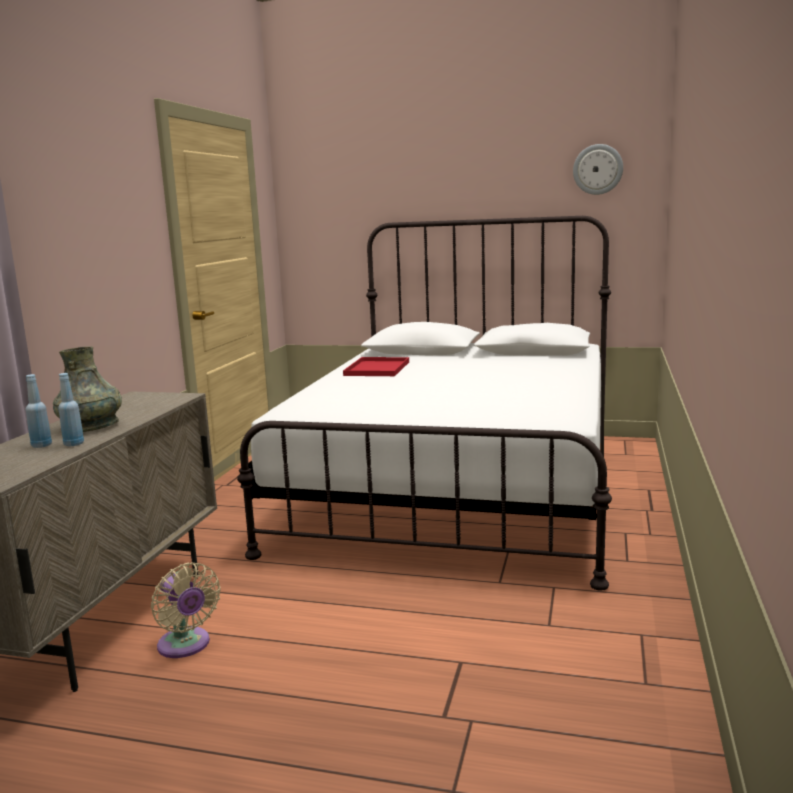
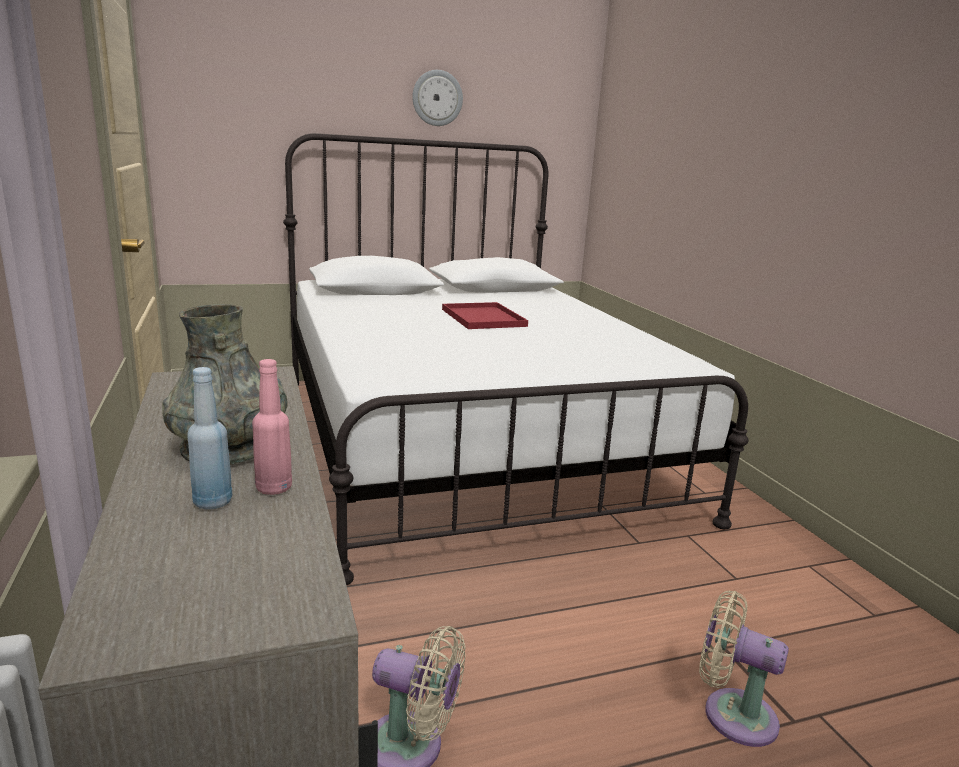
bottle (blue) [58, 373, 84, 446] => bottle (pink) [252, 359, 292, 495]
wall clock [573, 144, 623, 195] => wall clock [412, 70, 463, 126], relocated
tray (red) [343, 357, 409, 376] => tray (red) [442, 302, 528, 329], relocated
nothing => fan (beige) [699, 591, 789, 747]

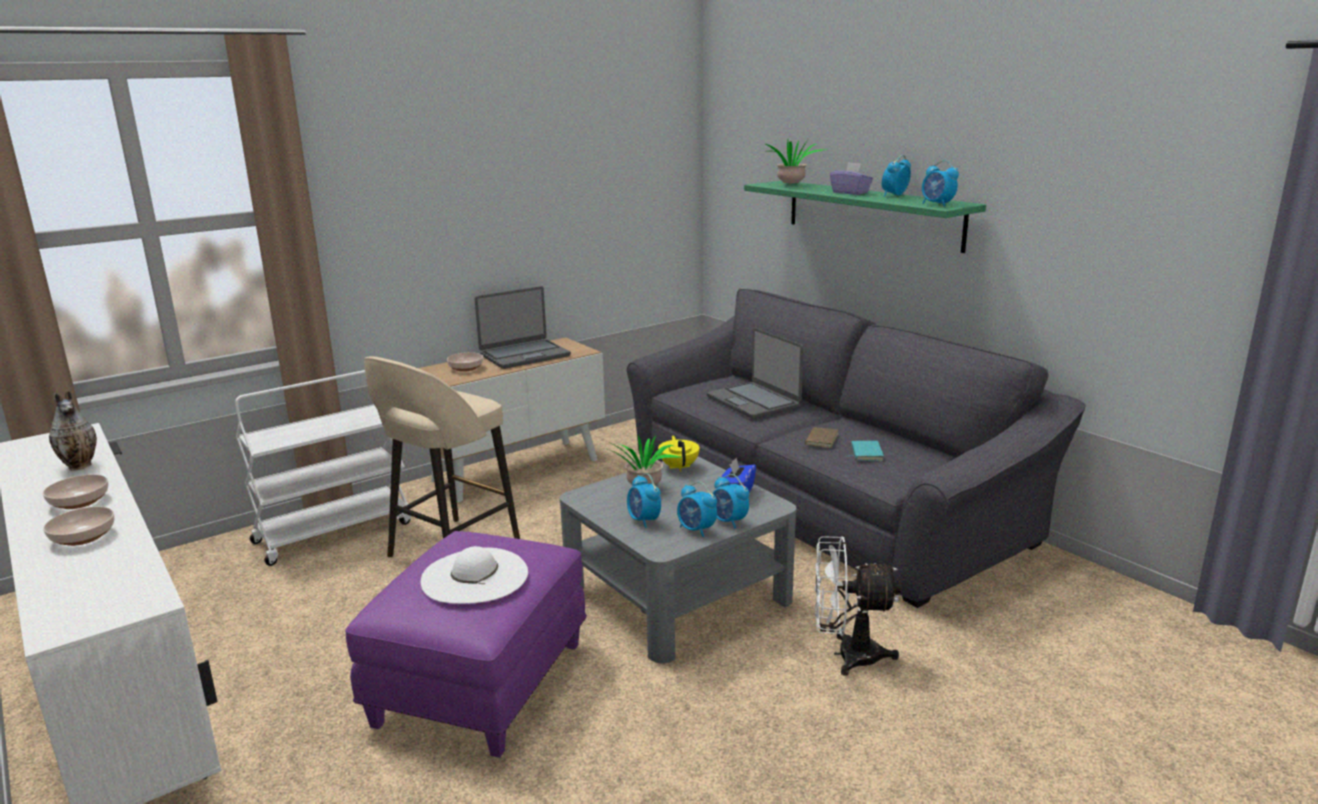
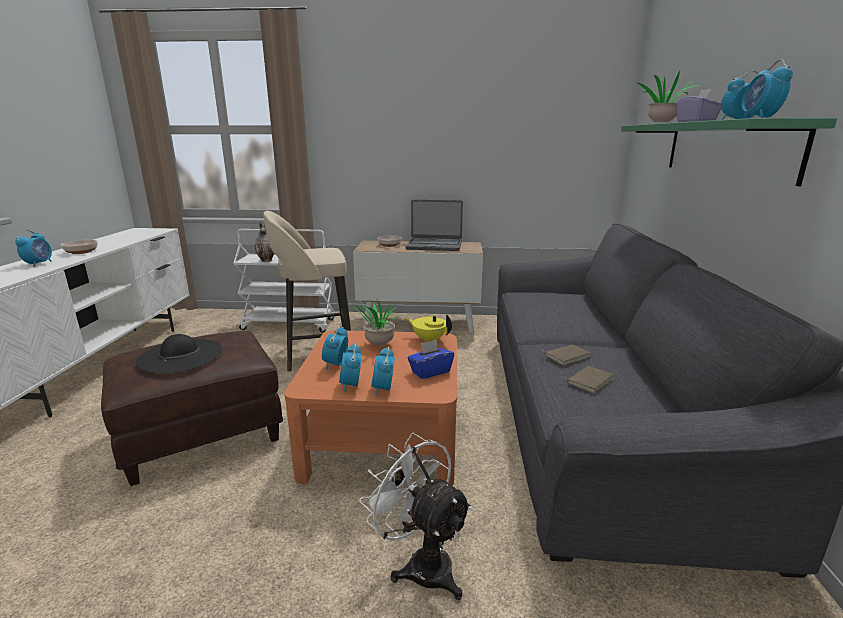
bowl [43, 507, 115, 546] => alarm clock [15, 230, 52, 267]
ottoman (purple) [345, 531, 587, 758] => ottoman (brown) [101, 331, 283, 486]
hat (white) [421, 546, 528, 604] => hat (black) [135, 334, 222, 374]
vase [49, 391, 97, 470] => vase [255, 223, 274, 262], relocated
coffee table (grey) [559, 457, 797, 664] => coffee table (orange) [284, 330, 457, 486]
teapot (yellow) [658, 435, 700, 471] => teapot (yellow) [406, 315, 452, 342], 90 degrees counterclockwise
book (turquoise) [852, 441, 884, 461] => book (brown) [559, 366, 613, 394]
laptop [707, 328, 804, 419] => nothing

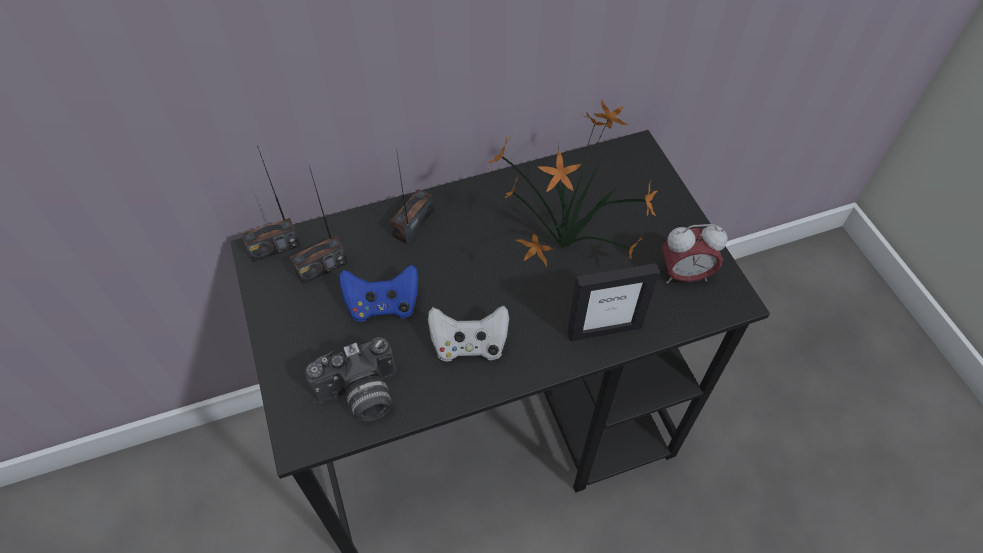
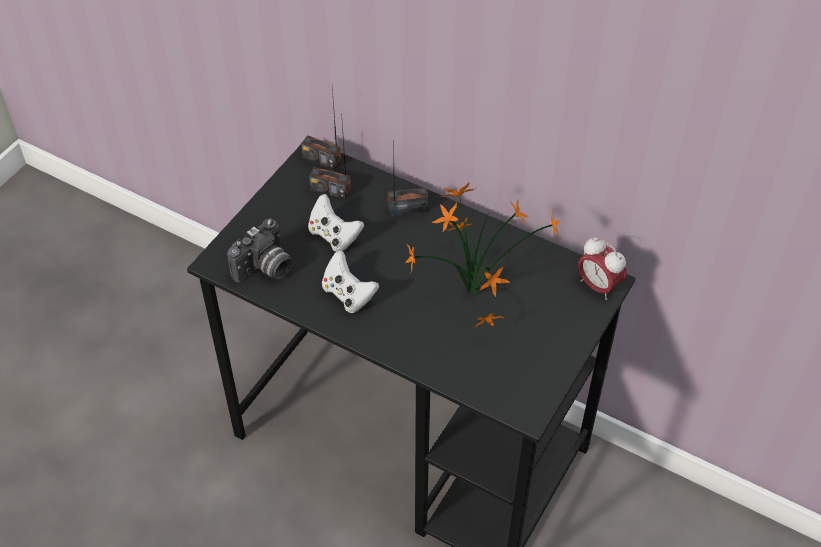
photo camera [305, 337, 396, 421] => photo camera [227, 218, 292, 283], 75 degrees counterclockwise
game controller (blue) [339, 264, 418, 322] => game controller (white) [308, 194, 364, 252]
alarm clock [662, 224, 728, 284] => alarm clock [578, 237, 626, 300], relocated
picture frame [567, 263, 660, 341] => nothing

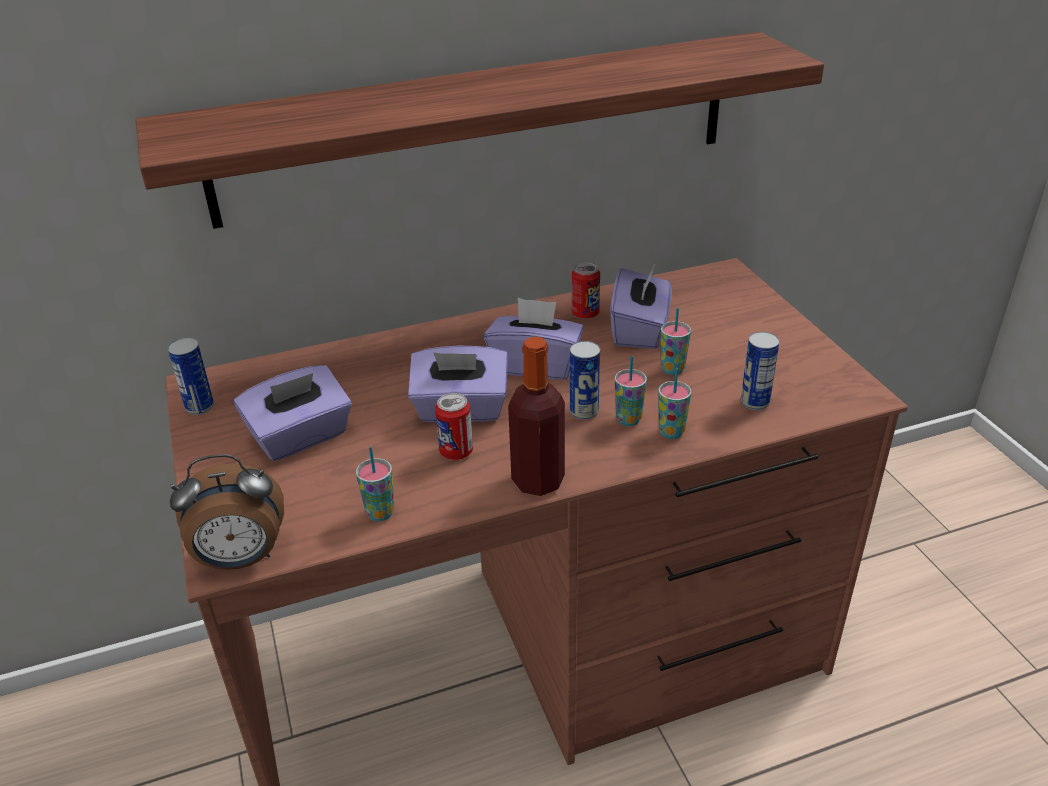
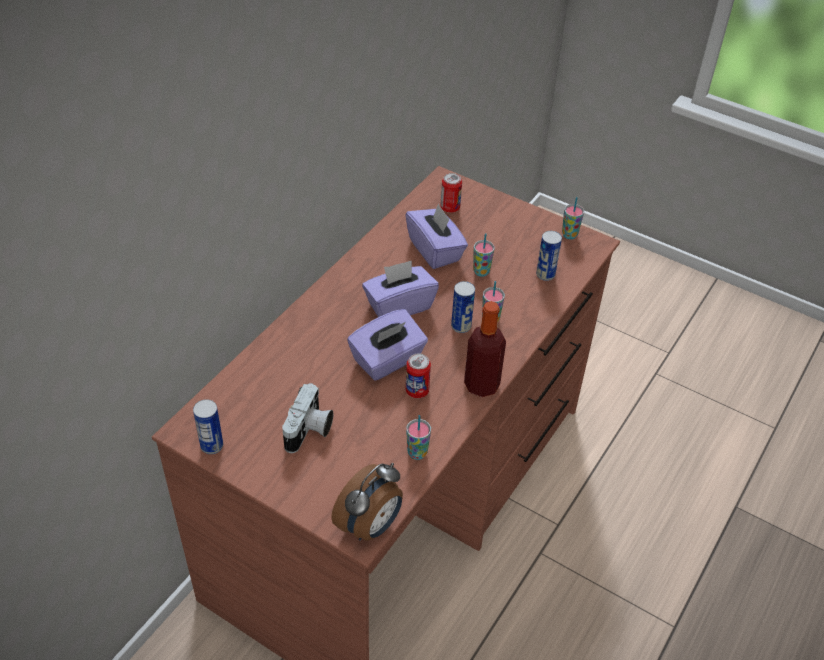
tissue box (purple) [234, 365, 352, 461] => photo camera [282, 383, 334, 453]
can [572, 263, 600, 319] => can [440, 173, 462, 213], relocated
cup [658, 368, 692, 439] => cup [562, 197, 584, 239], relocated
shelf [136, 32, 824, 229] => nothing

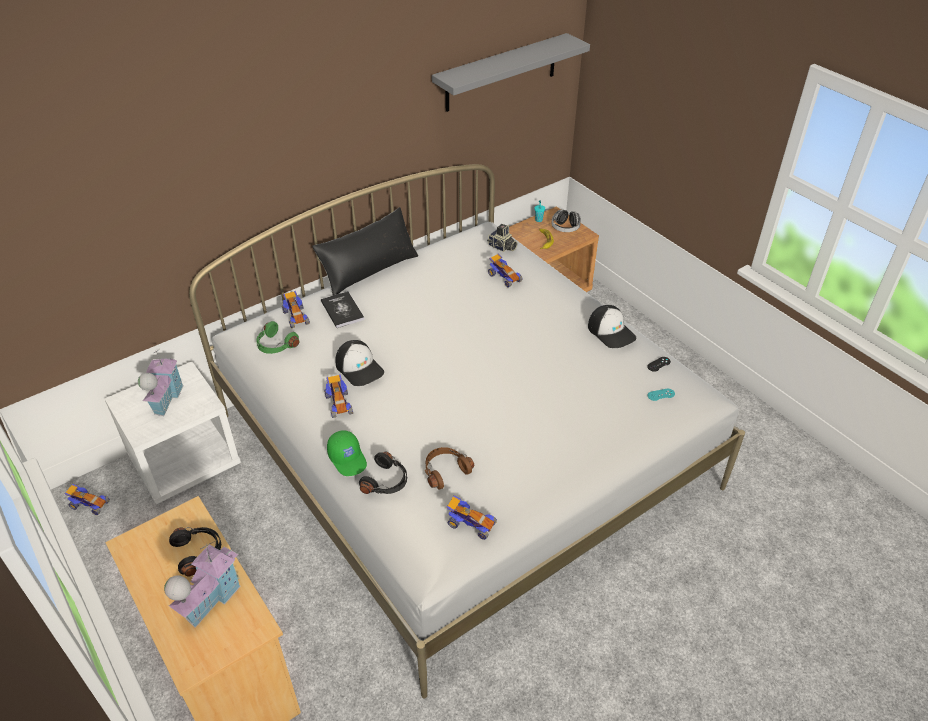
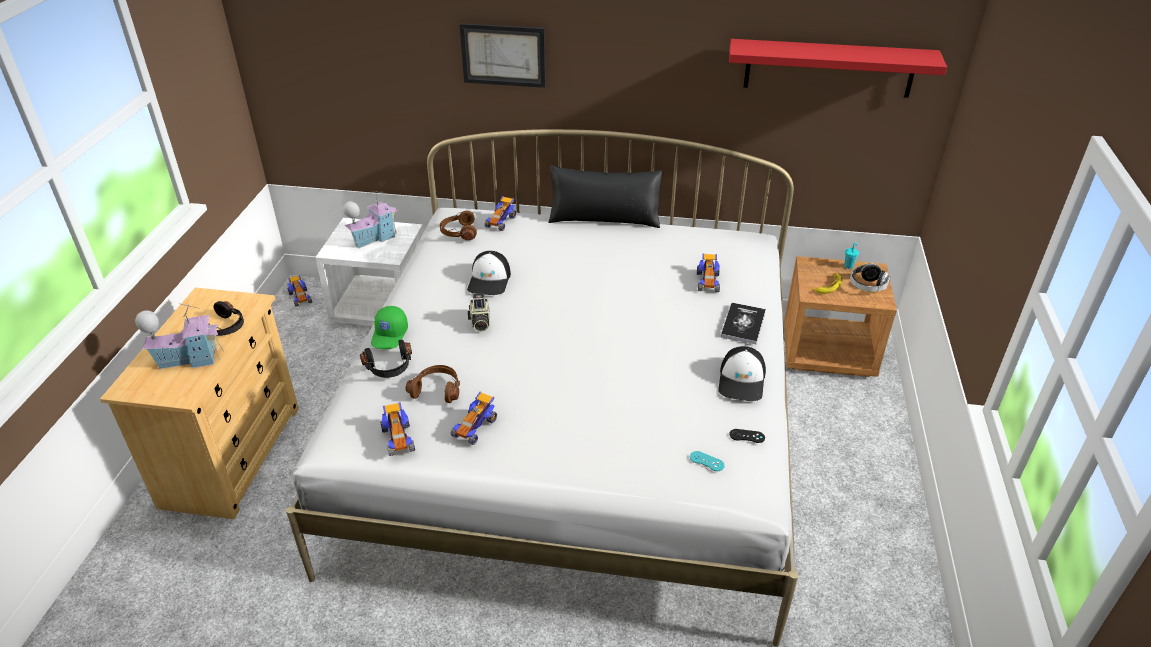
headphones (green) [256, 321, 299, 354] => headphones (brown) [440, 211, 477, 240]
toy car [324, 374, 353, 418] => toy car [451, 392, 497, 445], relocated
nothing => picture [459, 23, 546, 88]
photo camera [487, 224, 517, 252] => photo camera [468, 293, 490, 332], relocated
book [321, 291, 364, 328] => book [721, 303, 766, 344], relocated
shelf (grey) [432, 33, 590, 112] => shelf (red) [729, 39, 947, 98]

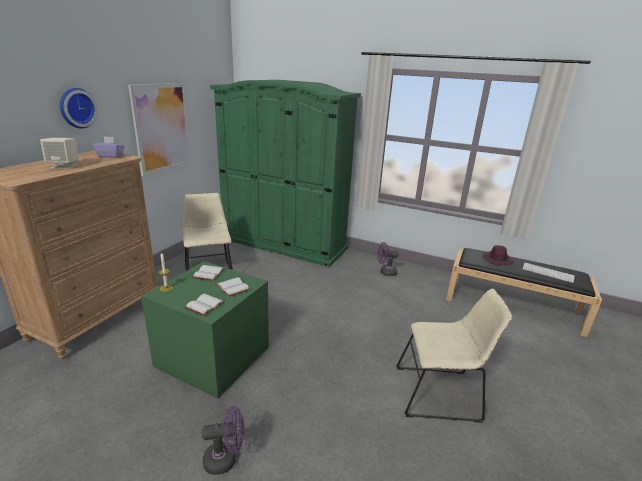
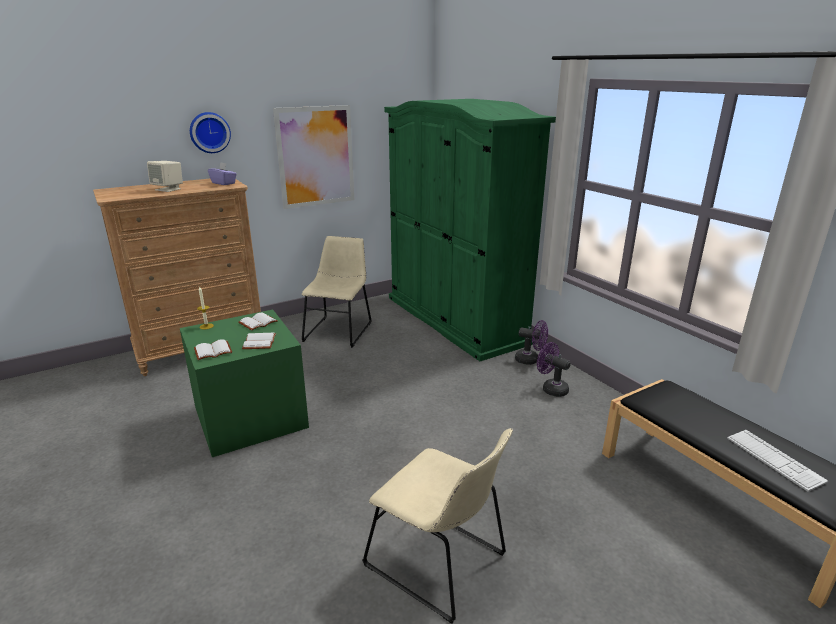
fan (purple) [202, 406, 244, 475] => fan (purple) [515, 320, 548, 365], relocated
hat (purple) [483, 245, 514, 266] => nothing

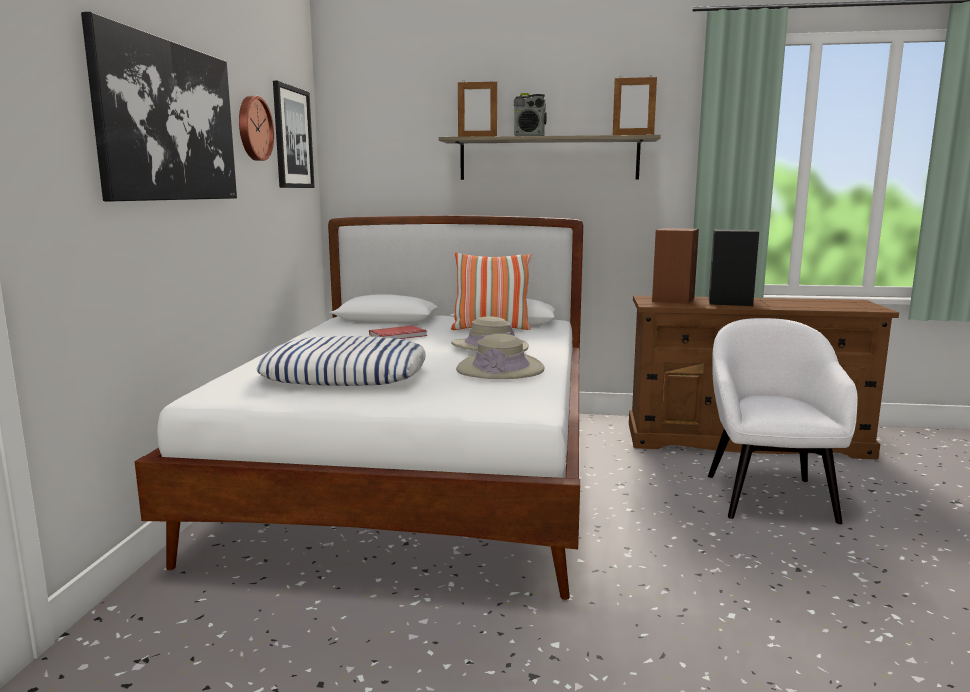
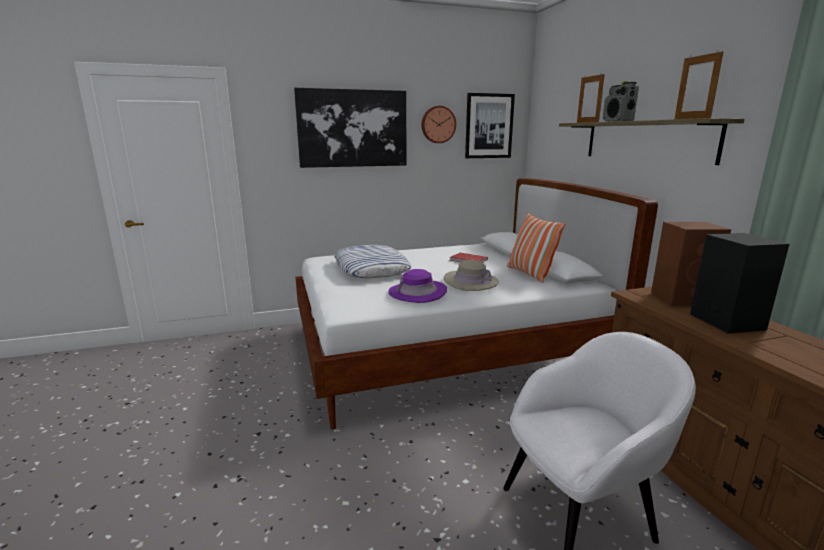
hat (beige) [456, 334, 544, 379] => hat (purple) [388, 269, 447, 303]

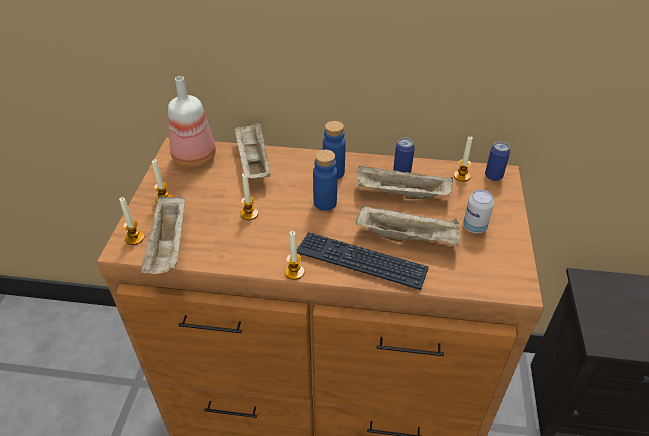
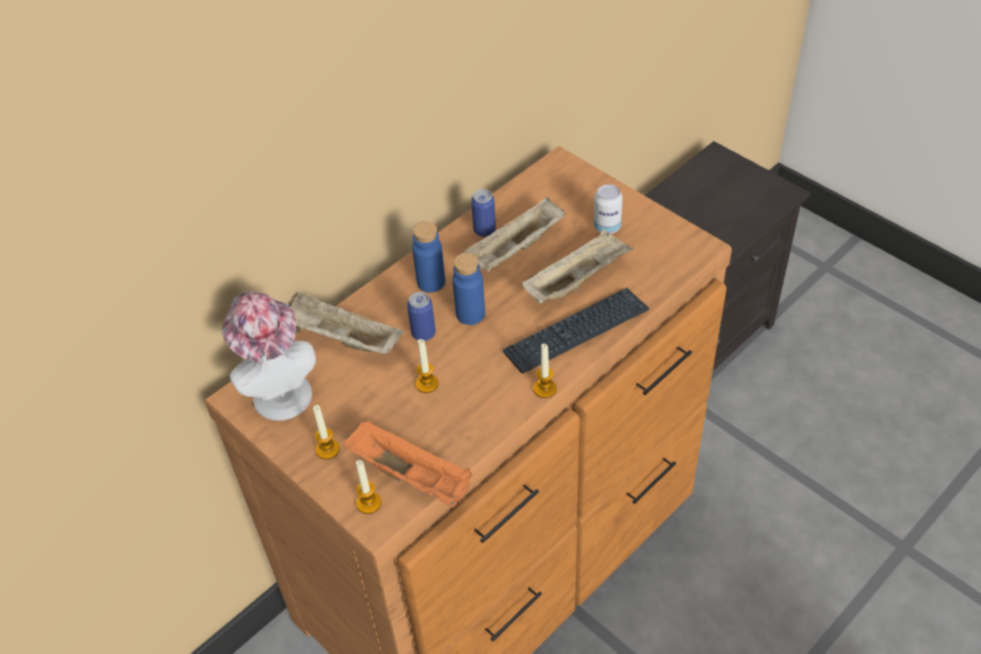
bottle [168, 76, 216, 168] => hat [221, 291, 316, 421]
tray (beige) [141, 195, 185, 274] => tray (orange) [344, 421, 472, 508]
can [485, 141, 510, 181] => can [407, 292, 436, 341], relocated
candle [454, 136, 473, 182] => nothing

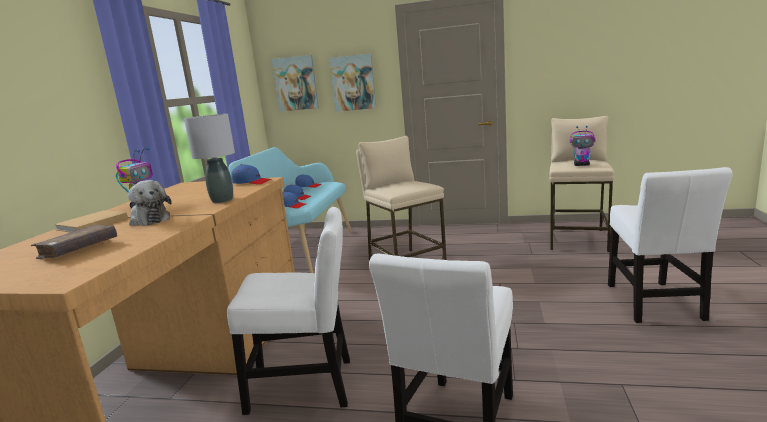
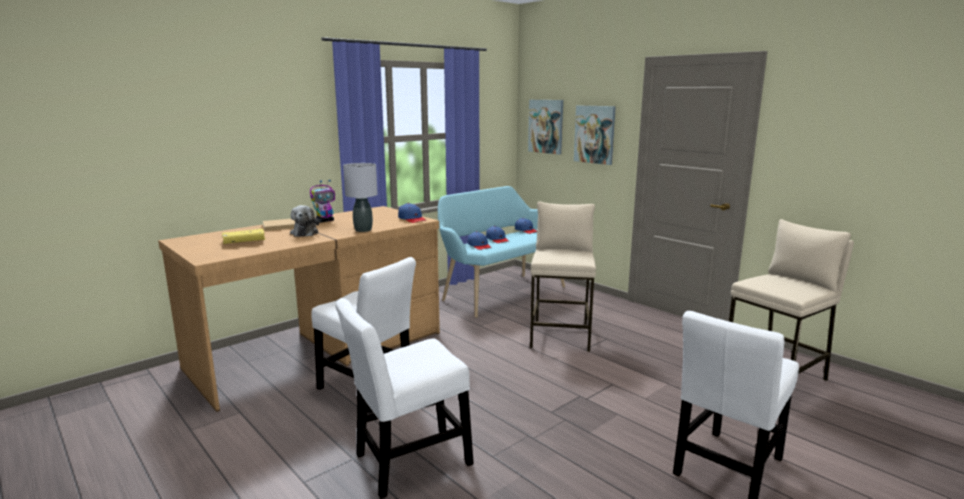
book (brown) [31, 225, 117, 259] => book (yellow) [222, 228, 266, 244]
toy robot [570, 126, 595, 166] => nothing

